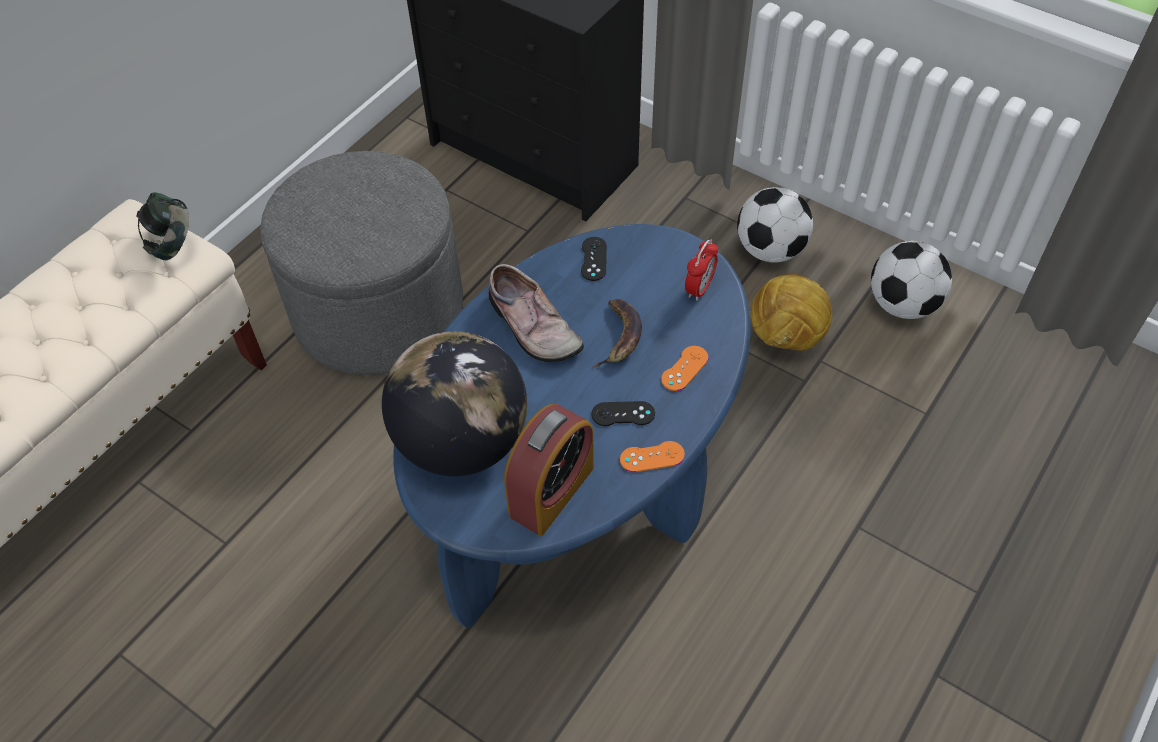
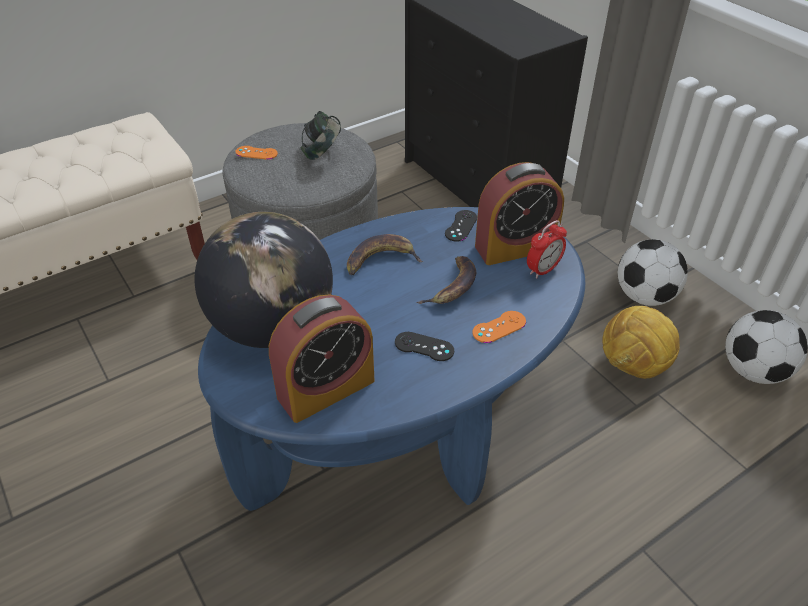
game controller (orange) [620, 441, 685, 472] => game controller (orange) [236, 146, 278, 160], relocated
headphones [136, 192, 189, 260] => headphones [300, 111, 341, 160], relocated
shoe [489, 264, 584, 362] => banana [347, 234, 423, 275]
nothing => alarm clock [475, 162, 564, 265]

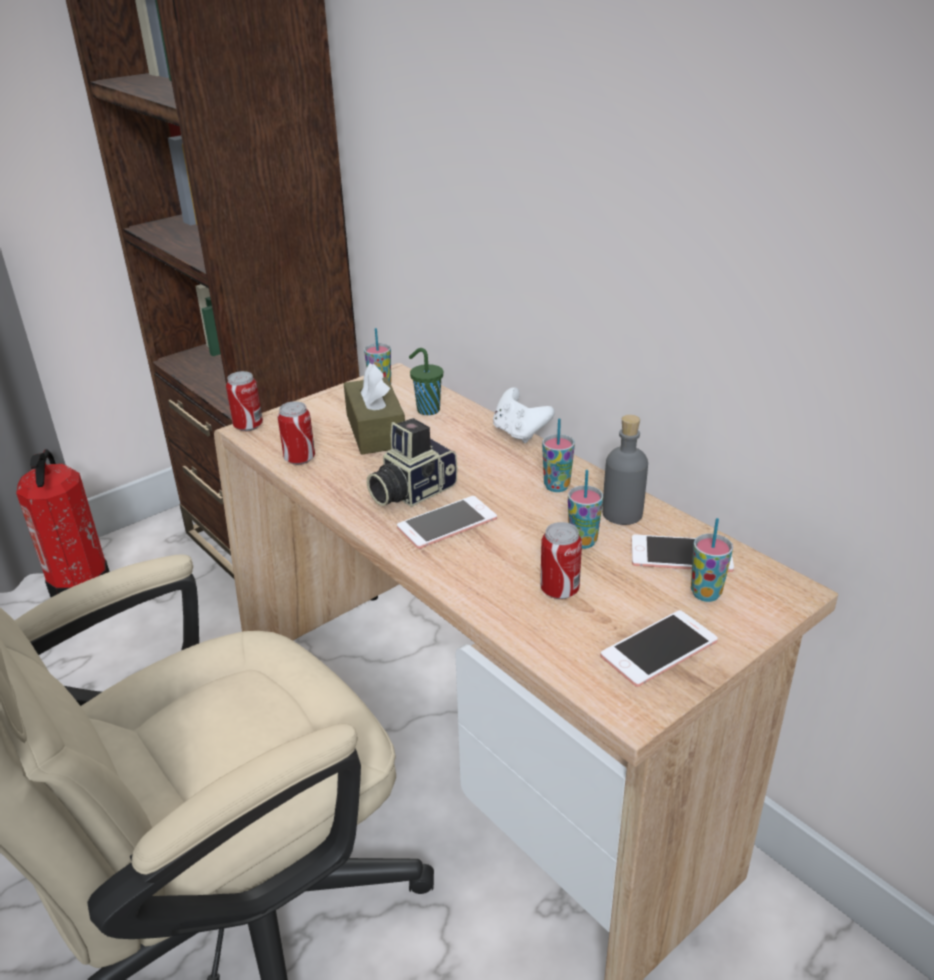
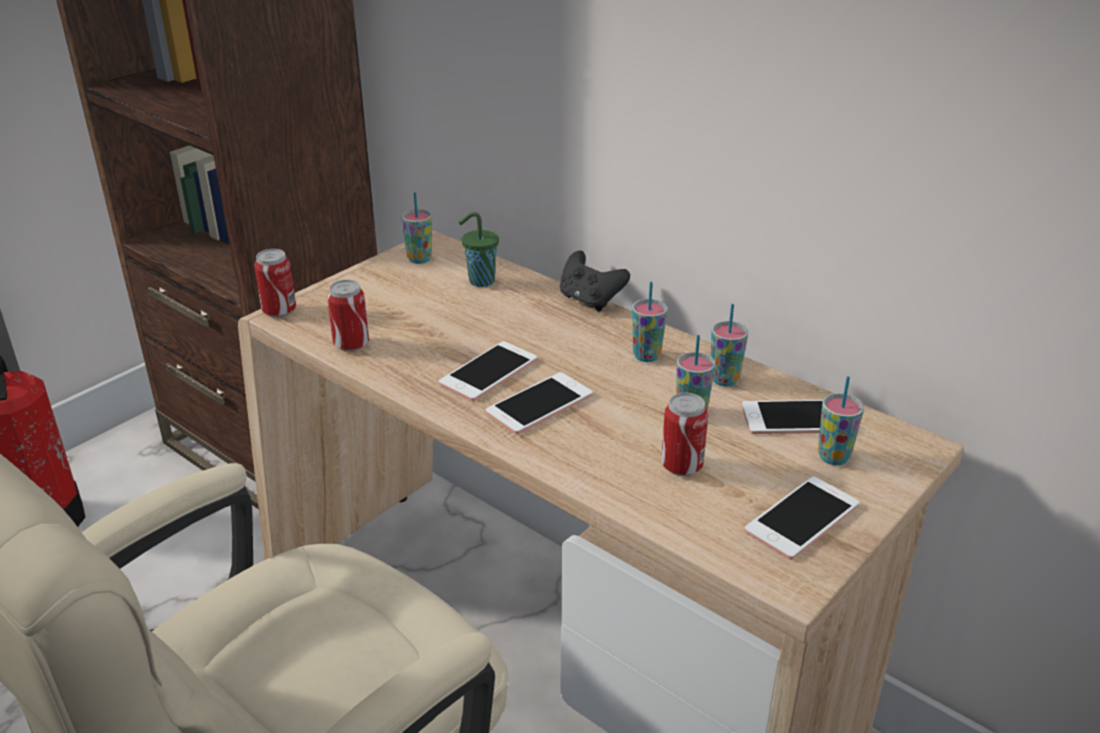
photo camera [367, 418, 458, 507] => phone [439, 341, 537, 401]
game controller (white) [493, 387, 555, 443] => game controller (black) [560, 251, 630, 311]
bottle (grey) [602, 415, 648, 525] => cup [711, 304, 748, 387]
tissue box (brown) [344, 363, 405, 454] => nothing

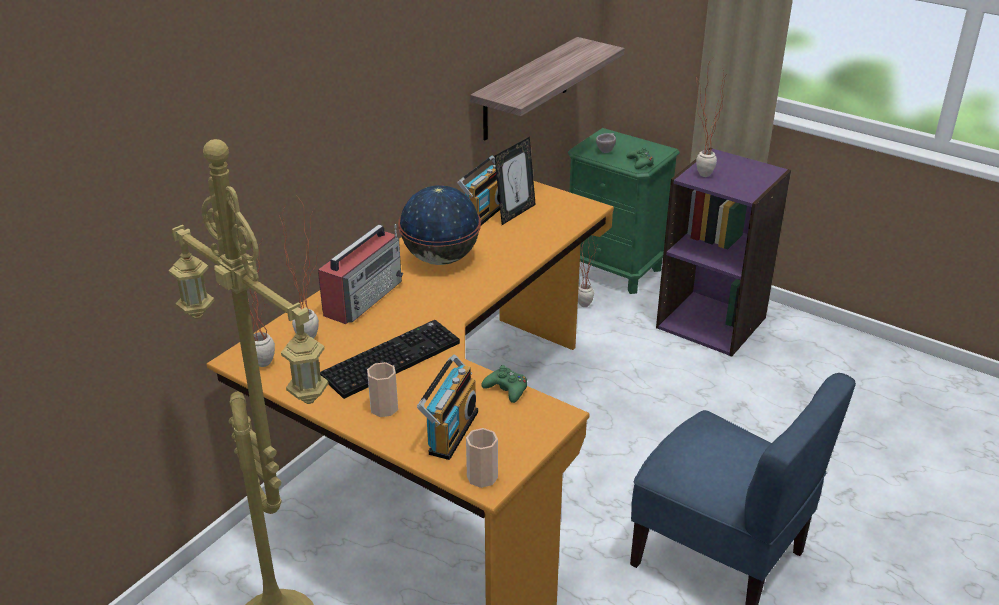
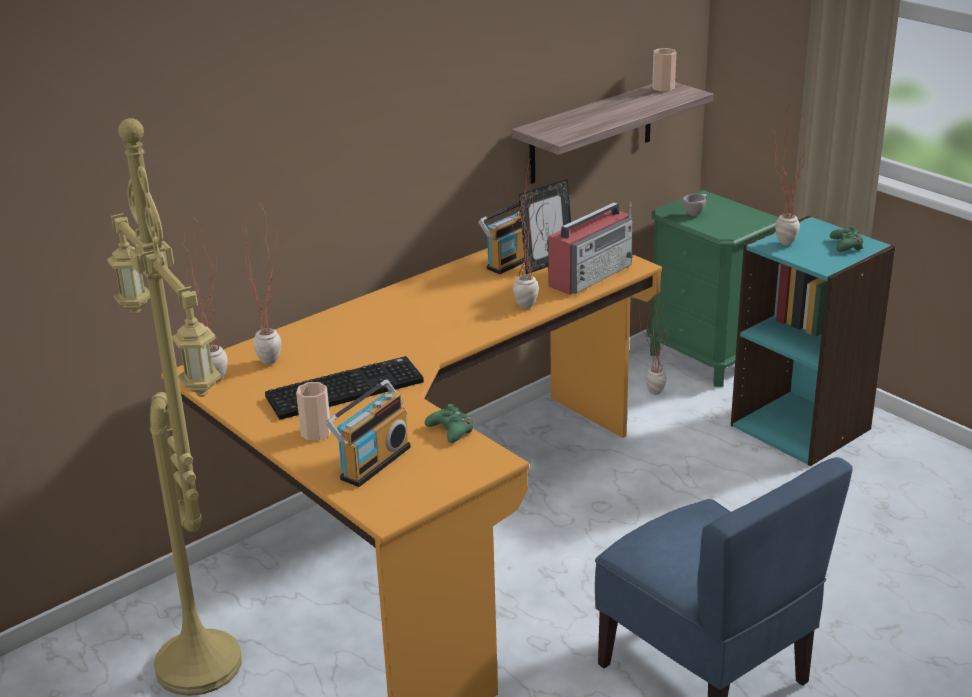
nothing => potted plant [511, 161, 544, 309]
radio [318, 224, 403, 324] => radio [548, 202, 634, 295], relocated
cup [466, 428, 498, 488] => cup [652, 48, 676, 92], relocated
bookcase (purple) [656, 148, 791, 357] => bookcase (turquoise) [731, 215, 895, 466]
game controller (green) [626, 147, 654, 169] => game controller (green) [830, 226, 863, 252], relocated
globe [398, 185, 481, 265] => nothing

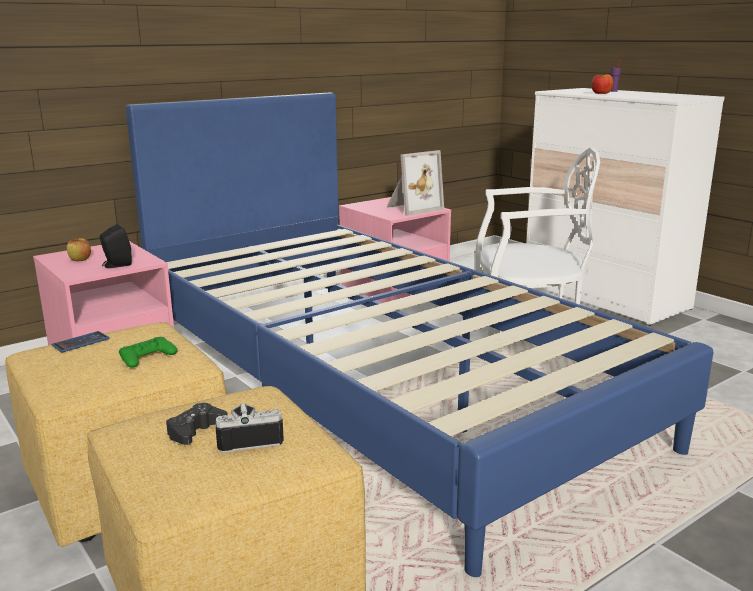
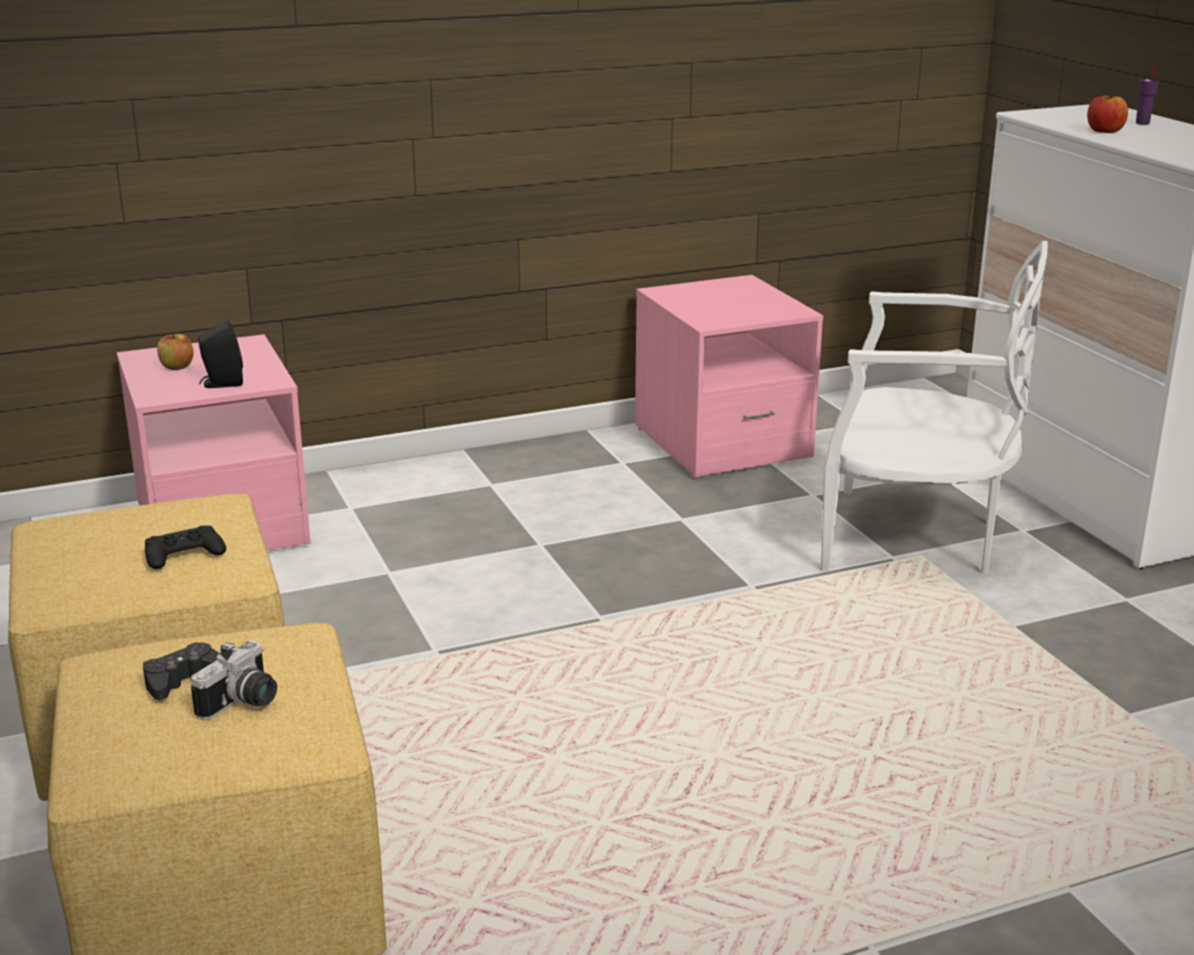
game controller (green) [119, 337, 178, 368] => game controller (black) [145, 526, 226, 569]
photo camera [216, 404, 284, 452] => photo camera [191, 640, 277, 720], 120 degrees clockwise
phone [52, 331, 109, 352] => nothing
bed (blue) [126, 93, 713, 577] => nothing
picture frame [387, 150, 444, 216] => nothing

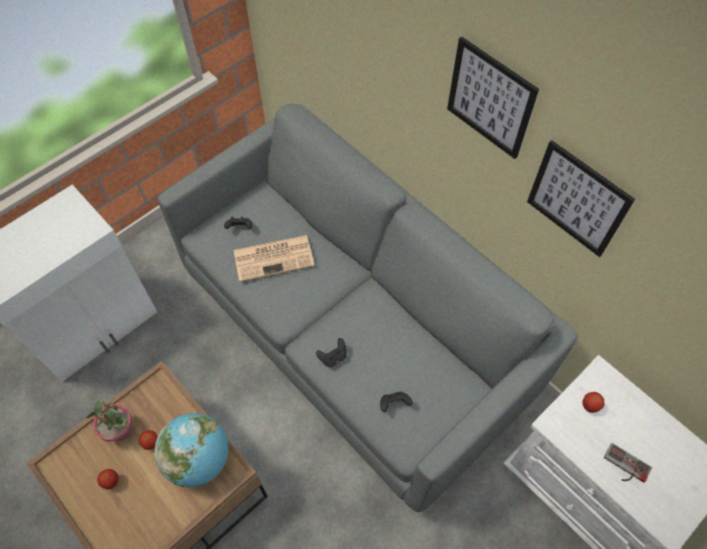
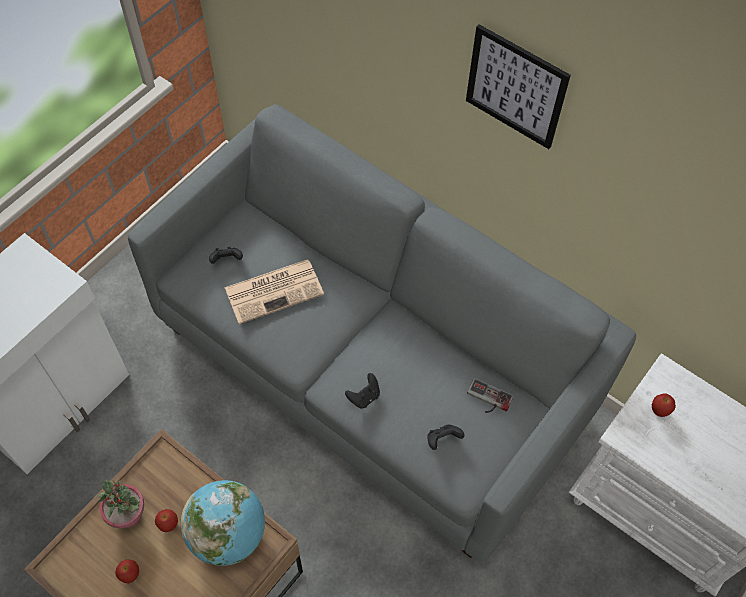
game controller [604, 443, 652, 483] => game controller [467, 378, 514, 413], relocated
picture [527, 140, 635, 257] => nothing

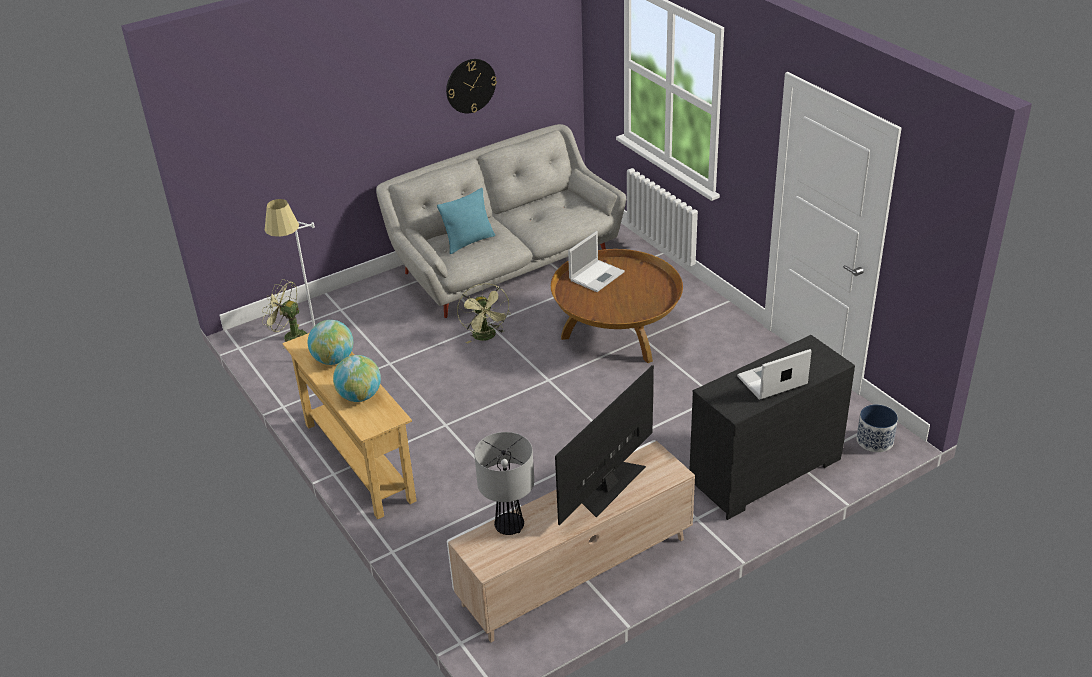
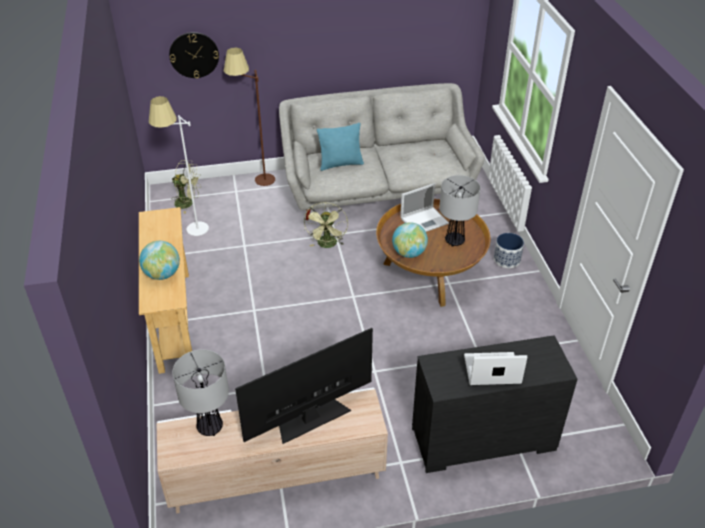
wall clock [446, 59, 497, 113] => wall clock [169, 32, 219, 78], relocated
fan (green) [262, 279, 307, 349] => fan (green) [172, 160, 201, 214], 150 degrees clockwise
nothing => floor lamp (brown) [224, 48, 275, 186]
globe [308, 320, 353, 365] => globe [392, 222, 428, 258], relocated
nothing => table lamp [439, 175, 480, 247]
planter [857, 404, 898, 452] => planter [494, 233, 524, 268], relocated

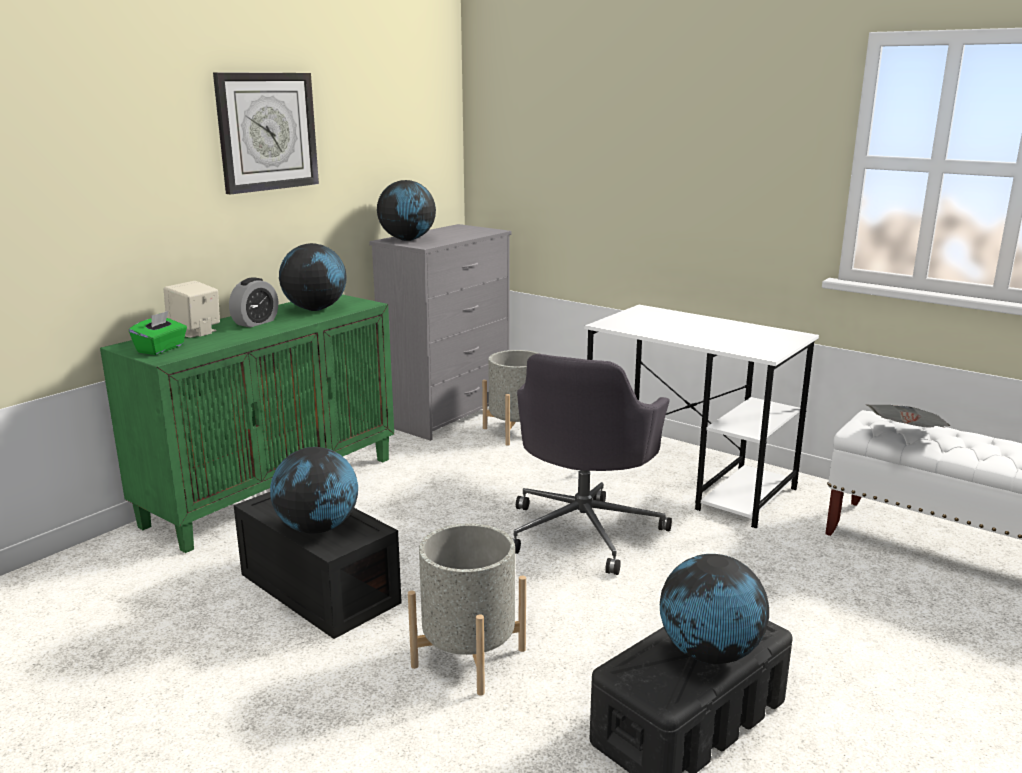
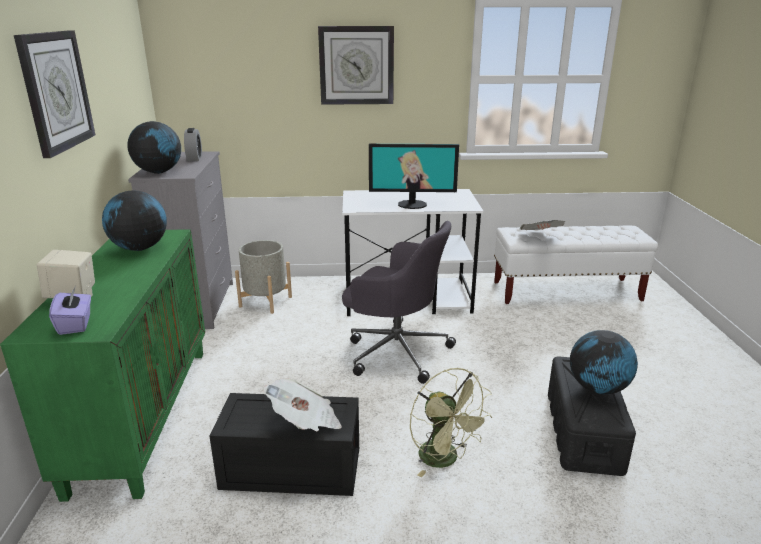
tissue box (green) [129, 311, 187, 355] => tissue box (purple) [49, 287, 91, 335]
alarm clock [229, 277, 278, 328] => alarm clock [184, 128, 202, 161], relocated
globe [270, 447, 358, 534] => newspaper [263, 378, 342, 431]
nothing => wall clock [318, 26, 394, 105]
office chair (grey) [512, 354, 672, 575] => office chair (grey) [342, 221, 456, 384], 45 degrees counterclockwise
nothing => monitor [369, 144, 459, 209]
planter (grey) [408, 523, 526, 696] => fan (green) [410, 368, 492, 477]

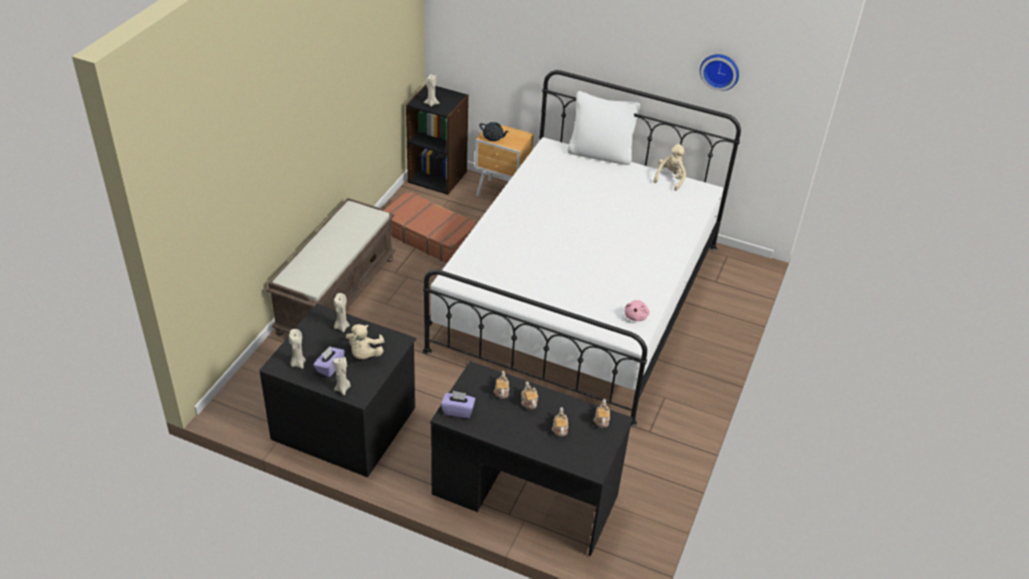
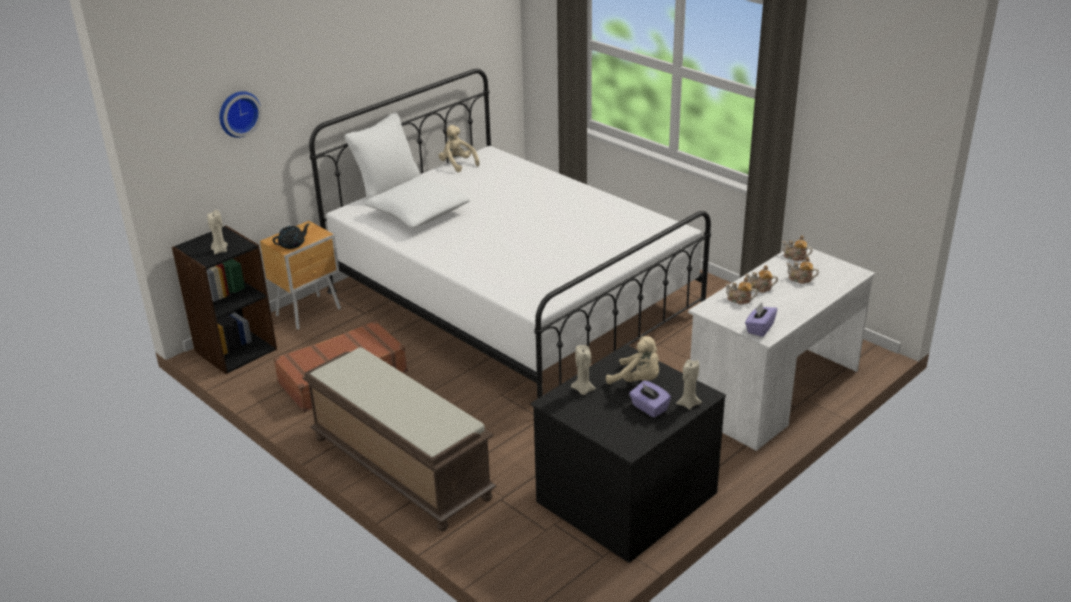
wall clock [700, 54, 739, 91] => wall clock [219, 91, 262, 138], relocated
nothing => pillow (white) [365, 176, 470, 228]
desk (black) [430, 361, 633, 556] => desk (white) [688, 244, 875, 451]
candle (beige) [289, 329, 306, 369] => nothing
plush toy (pink) [624, 300, 650, 321] => nothing

